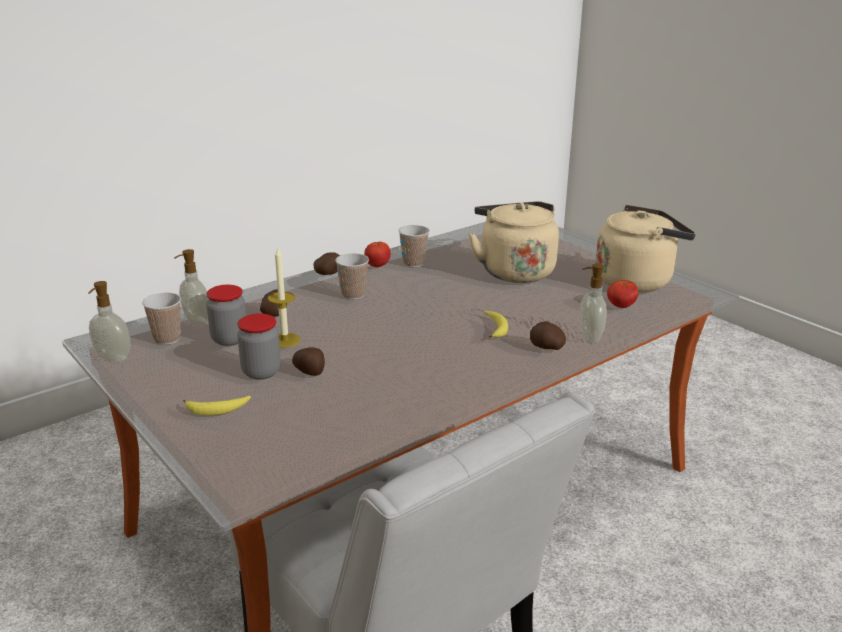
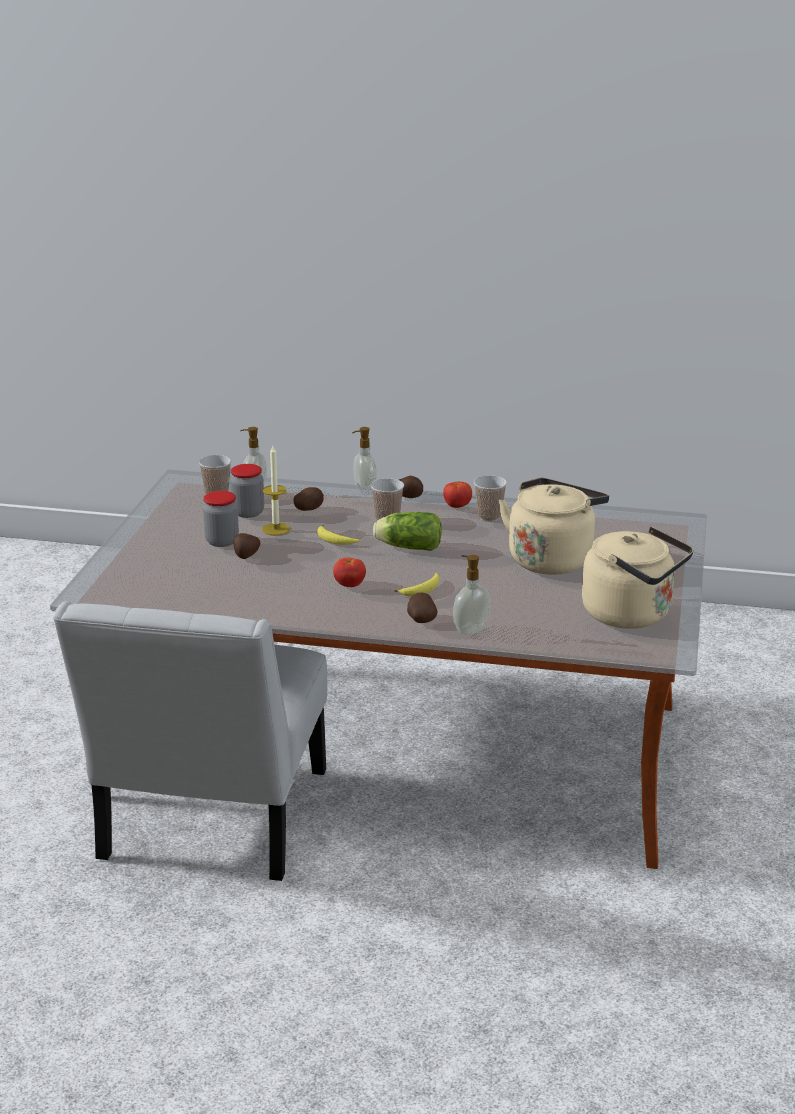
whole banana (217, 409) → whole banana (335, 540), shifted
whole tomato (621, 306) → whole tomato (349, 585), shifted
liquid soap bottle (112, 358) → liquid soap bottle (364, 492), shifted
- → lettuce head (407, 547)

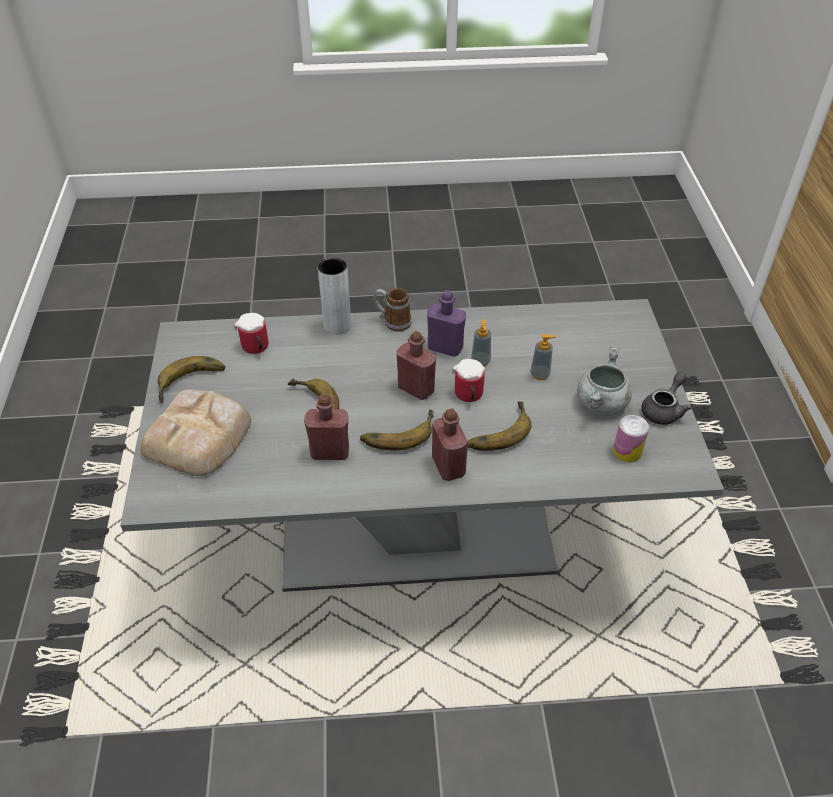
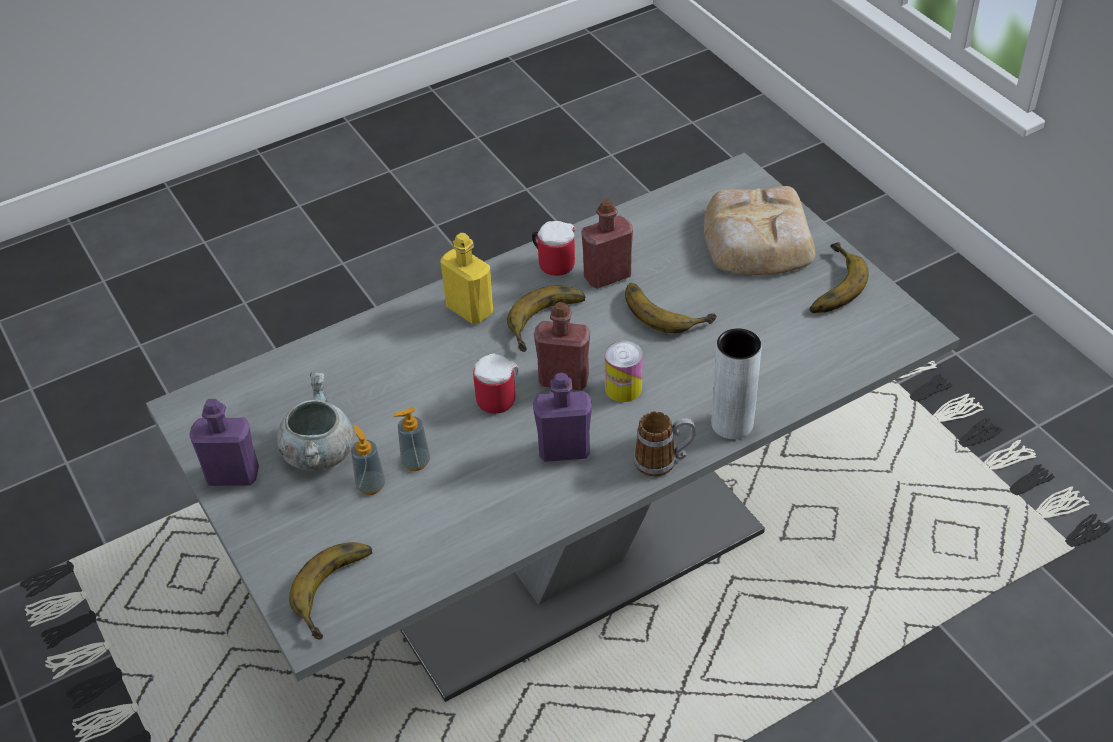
grey teapot (664, 409) → purple beverage bottle (233, 475)
whole banana (496, 430) → whole banana (340, 592), shifted
liquid soap bottle (480, 361) → liquid soap bottle (370, 485), shifted
red-coloured beverage bottle (448, 466) → yellow-coloured beverage bottle (469, 310)
mug (255, 348) → mug (553, 262), shifted
sealed can (627, 451) → sealed can (623, 388), shifted

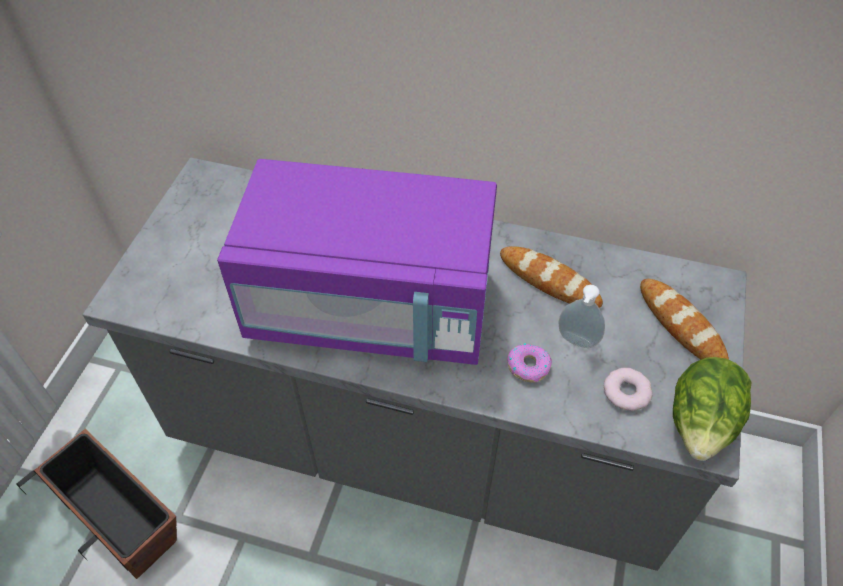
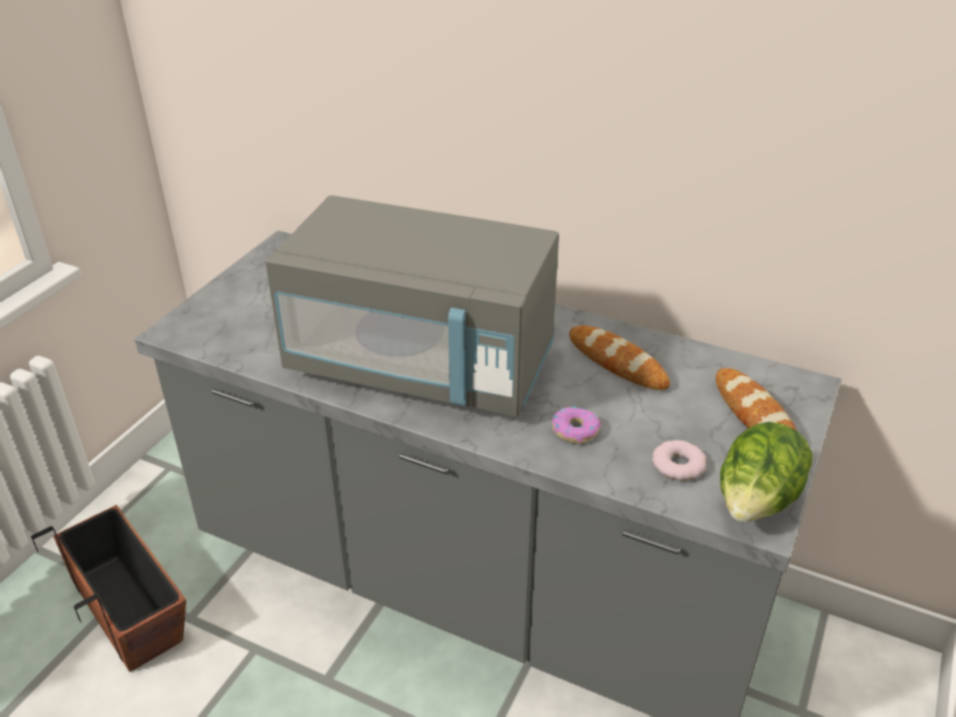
purple microwave (371, 308) → grey microwave (422, 365)
liquid soap bottle (576, 342) → -

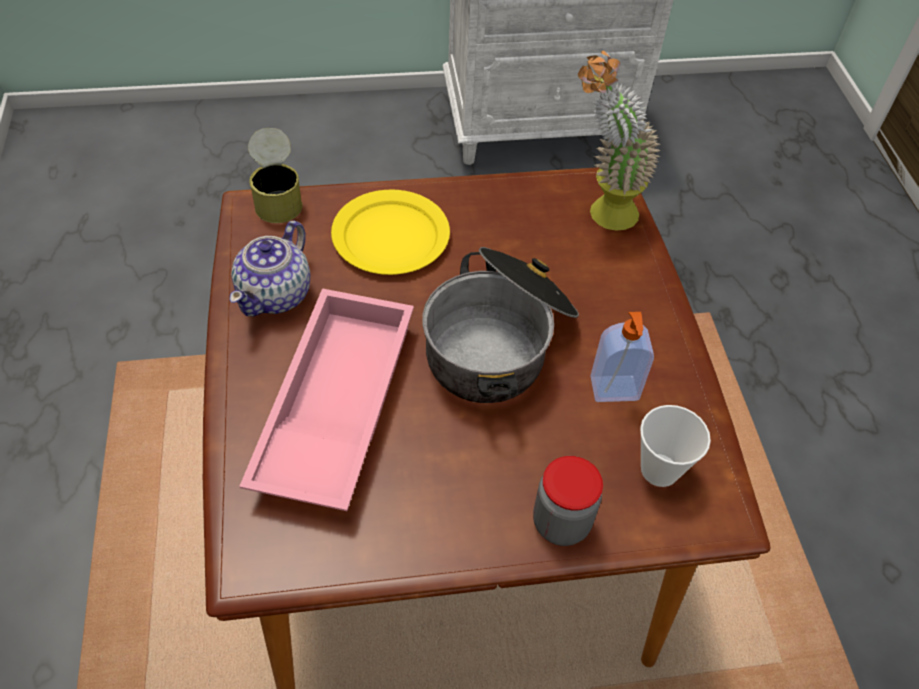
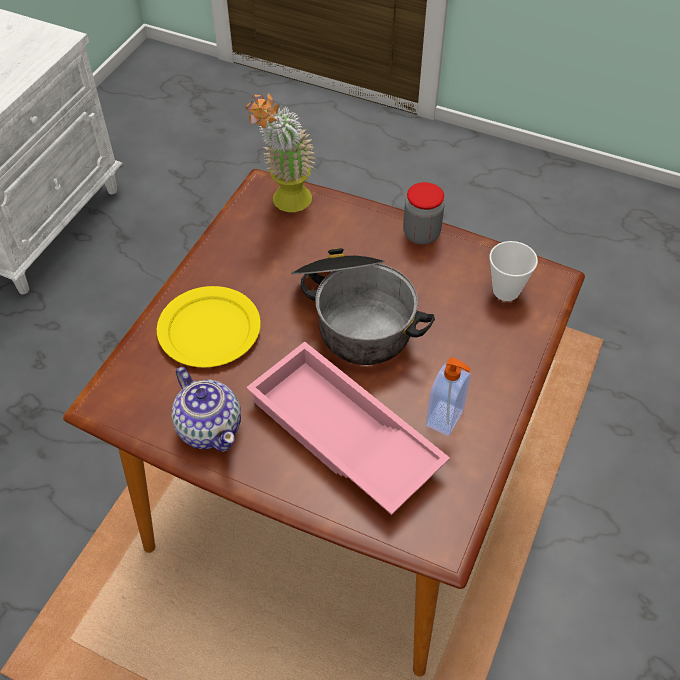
jar (561, 523) → jar (421, 234), shifted
liquid soap bottle (614, 390) → liquid soap bottle (446, 418), shifted
sealed can (277, 196) → -

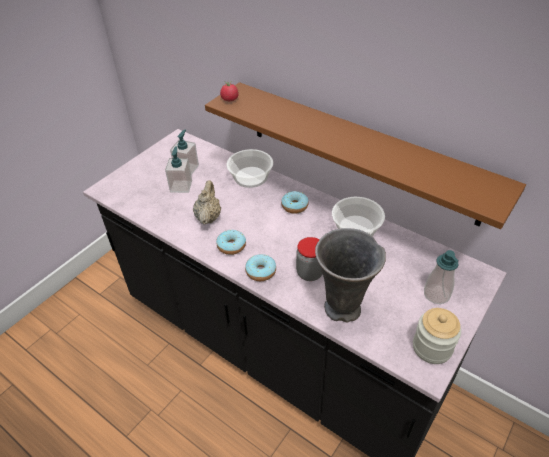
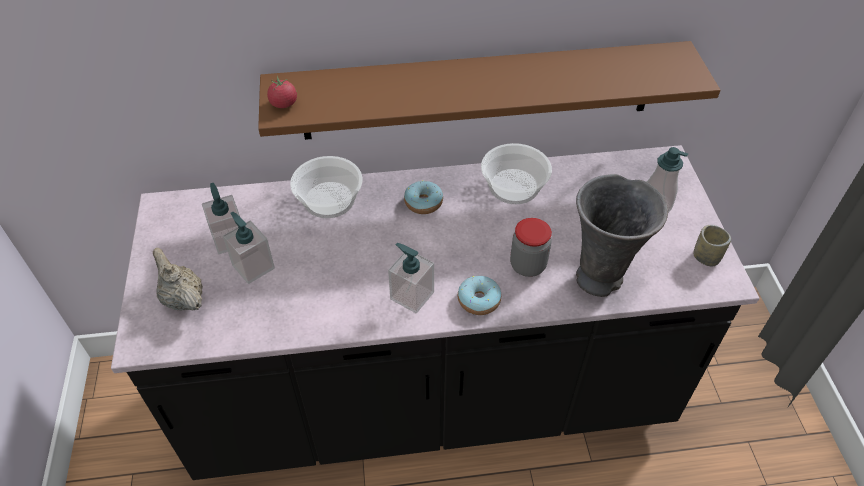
beige teapot (208, 217) → beige teapot (183, 298), shifted
donut (231, 246) → liquid soap bottle (412, 295)
jar (432, 347) → cup (706, 257)

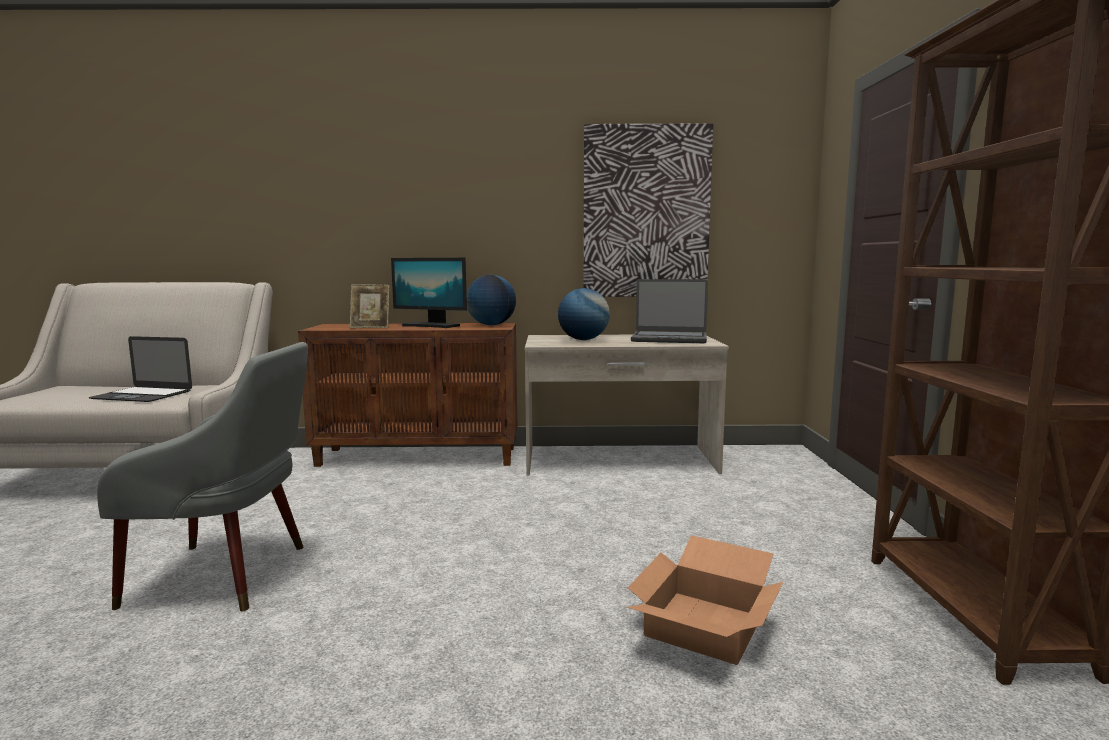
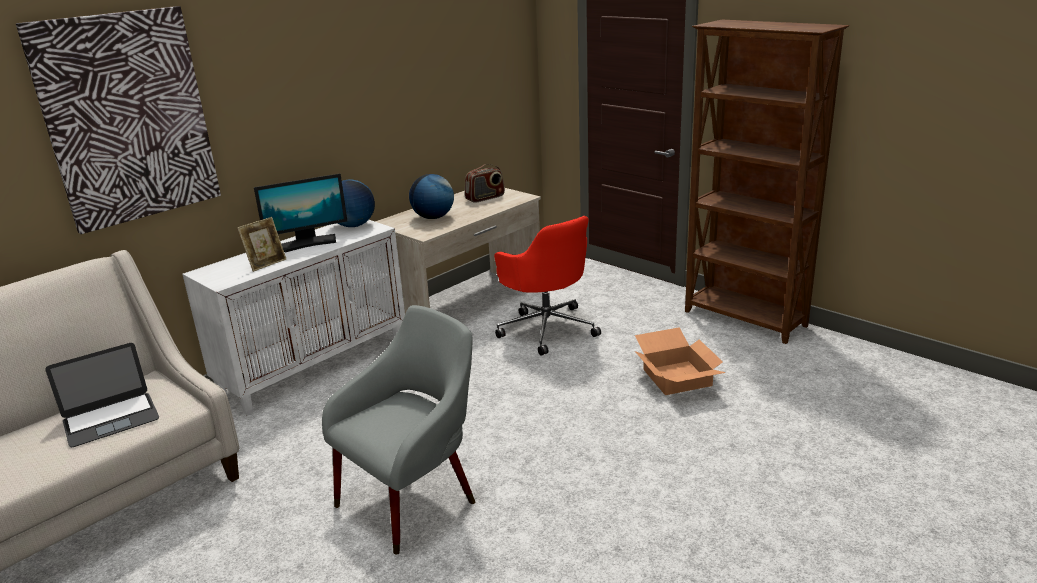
wall picture (646, 212) → wall picture (128, 118), shifted
brownish storage cabinet (419, 456) → white storage cabinet (315, 365)
portable computer (669, 339) → radio receiver (485, 198)
- → red-coloured computer chair (547, 328)

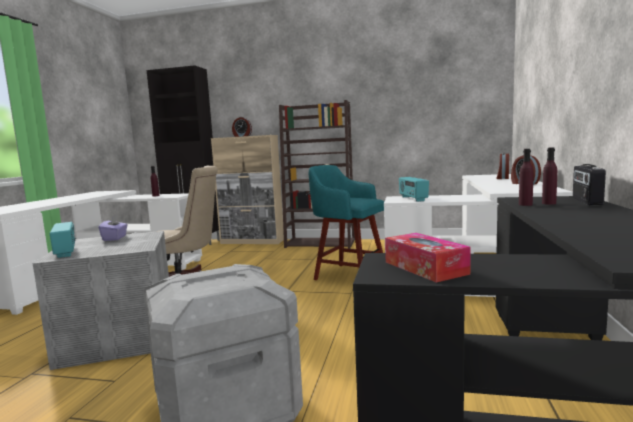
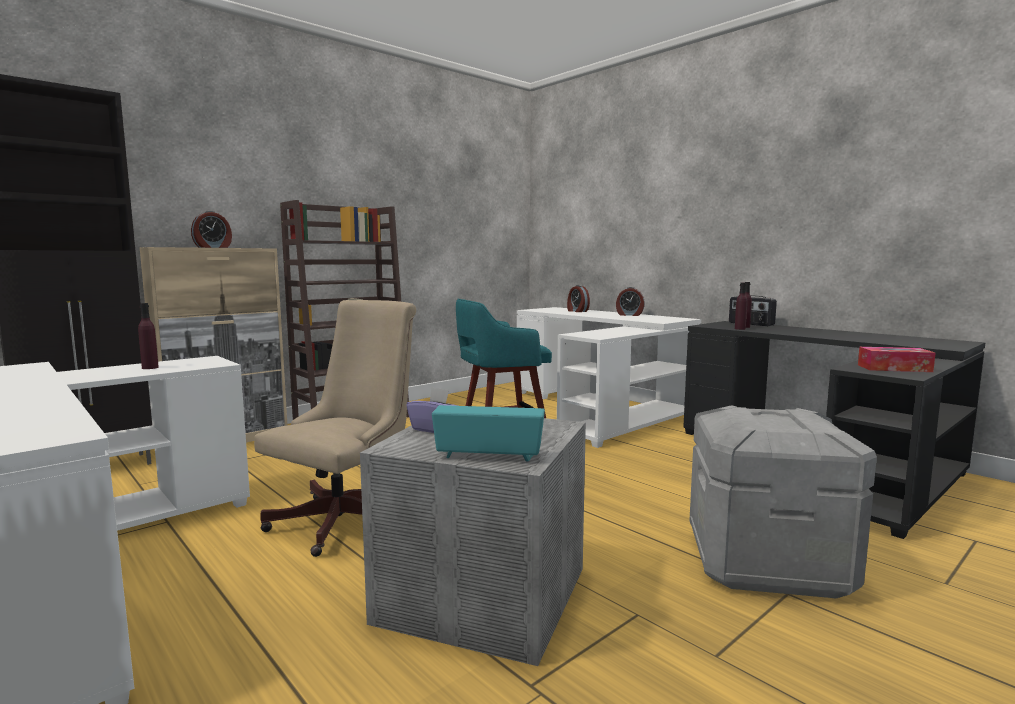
radio receiver (412, 199) → -

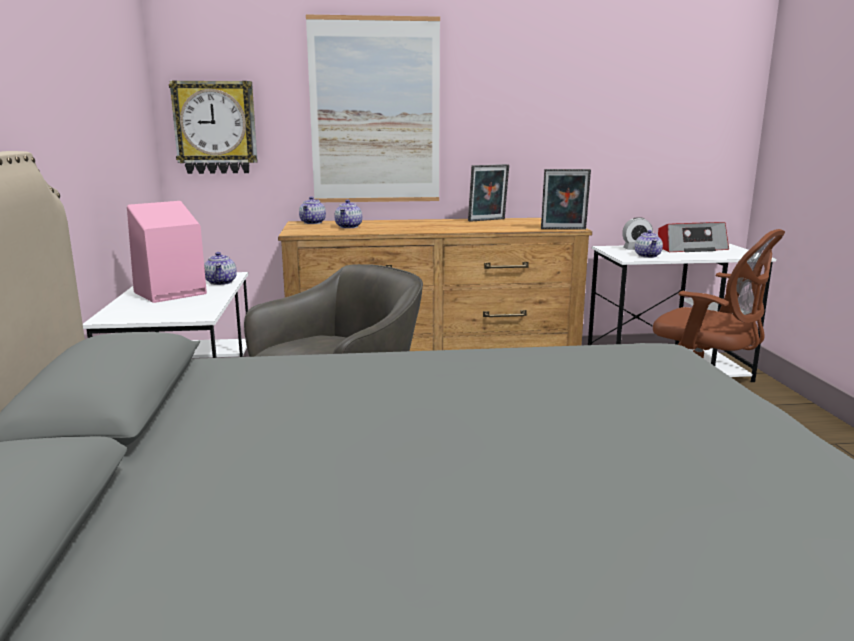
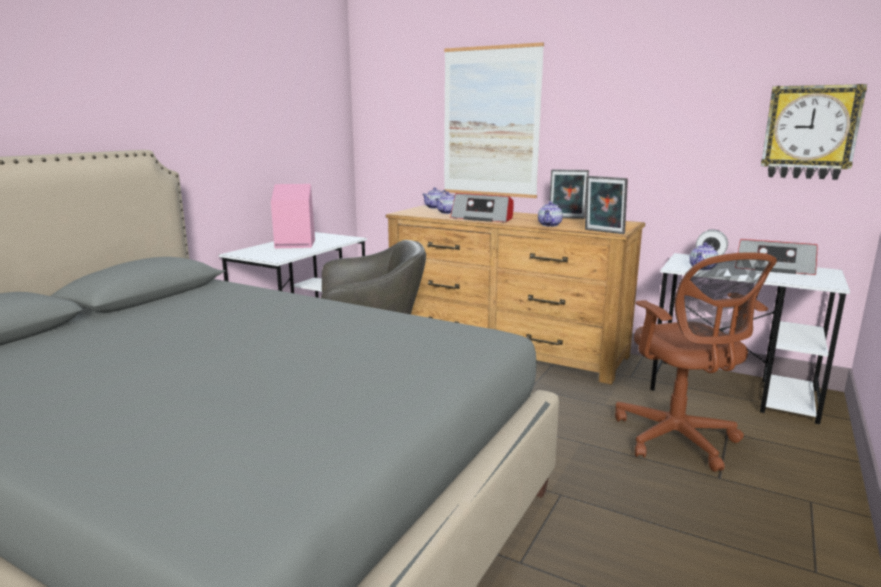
- → radio receiver (483, 218)
teapot (221, 282) → teapot (550, 225), shifted
wall clock (215, 128) → wall clock (810, 132), shifted

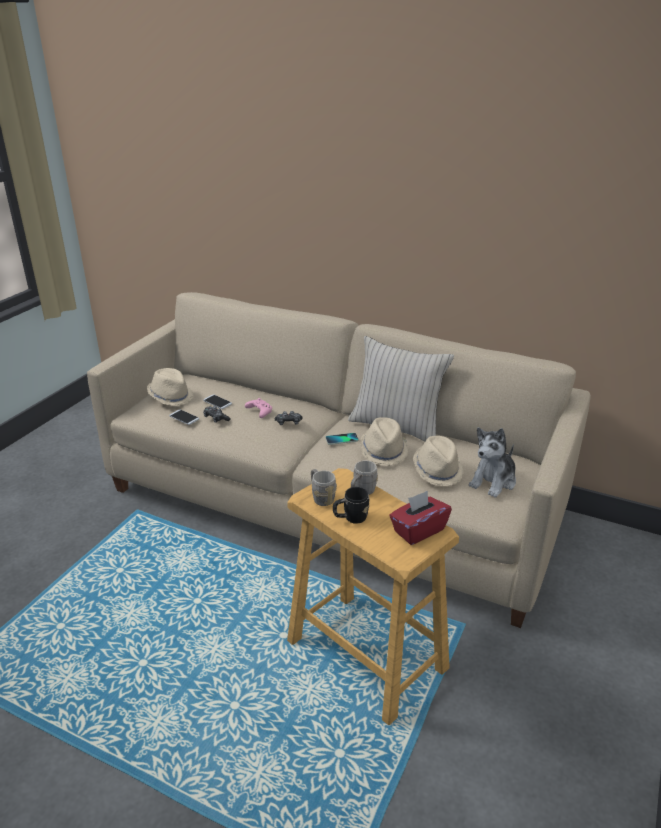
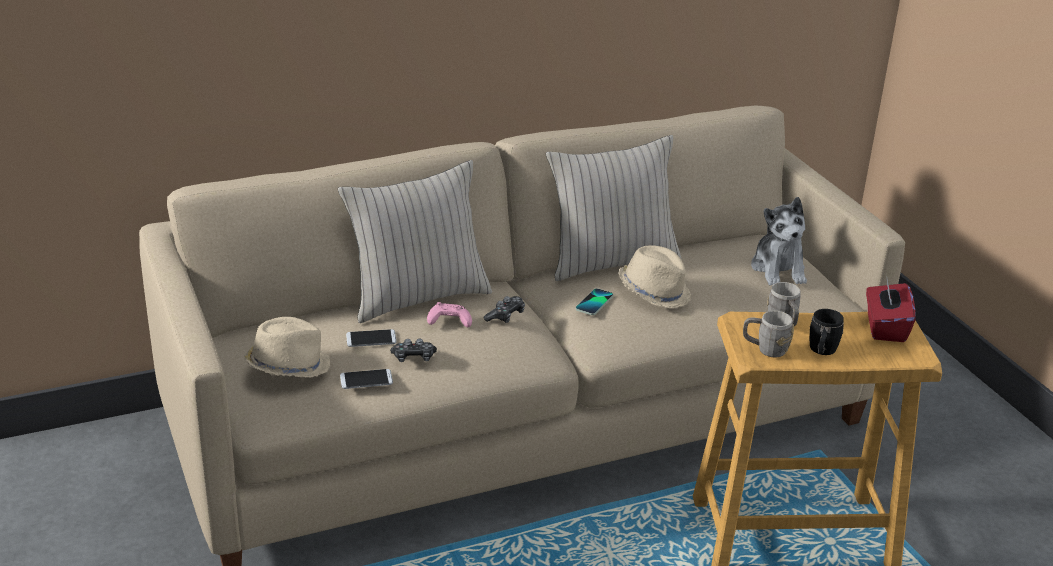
- → beige throw pillow (417, 297)
beige clothing hat (437, 470) → -

